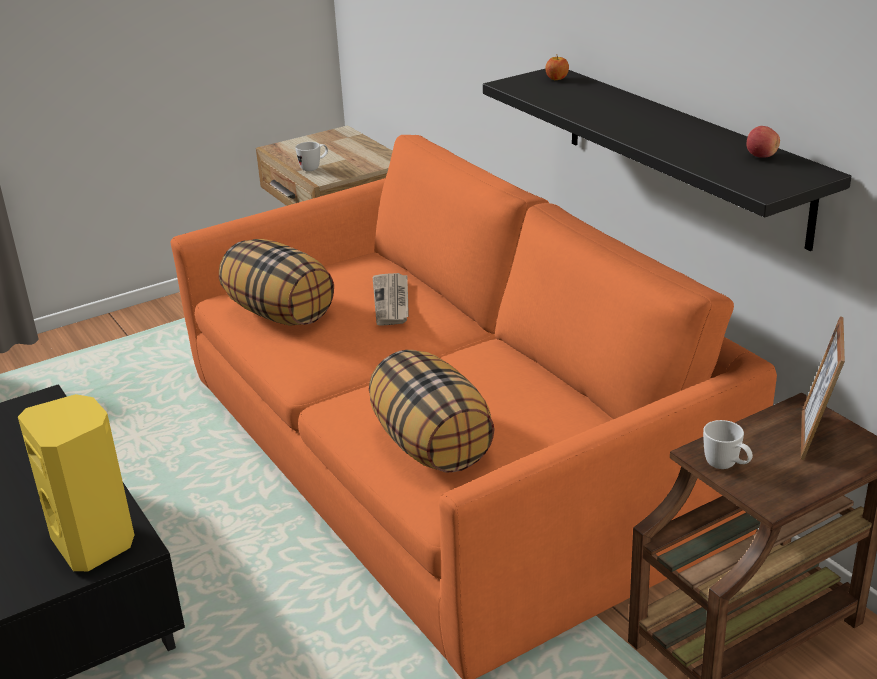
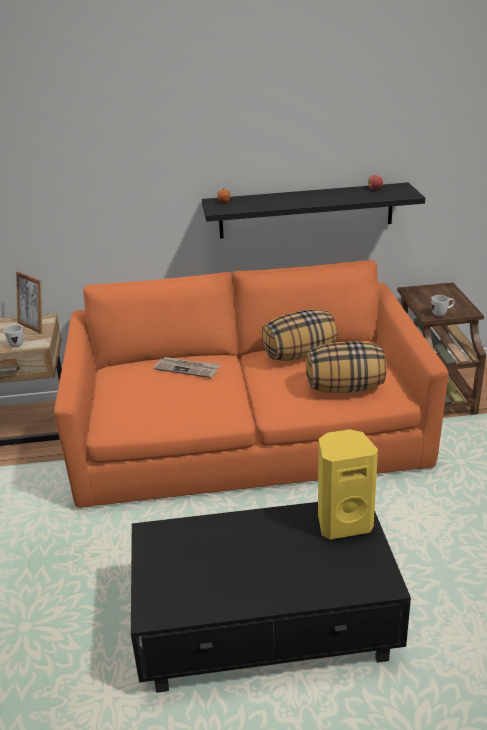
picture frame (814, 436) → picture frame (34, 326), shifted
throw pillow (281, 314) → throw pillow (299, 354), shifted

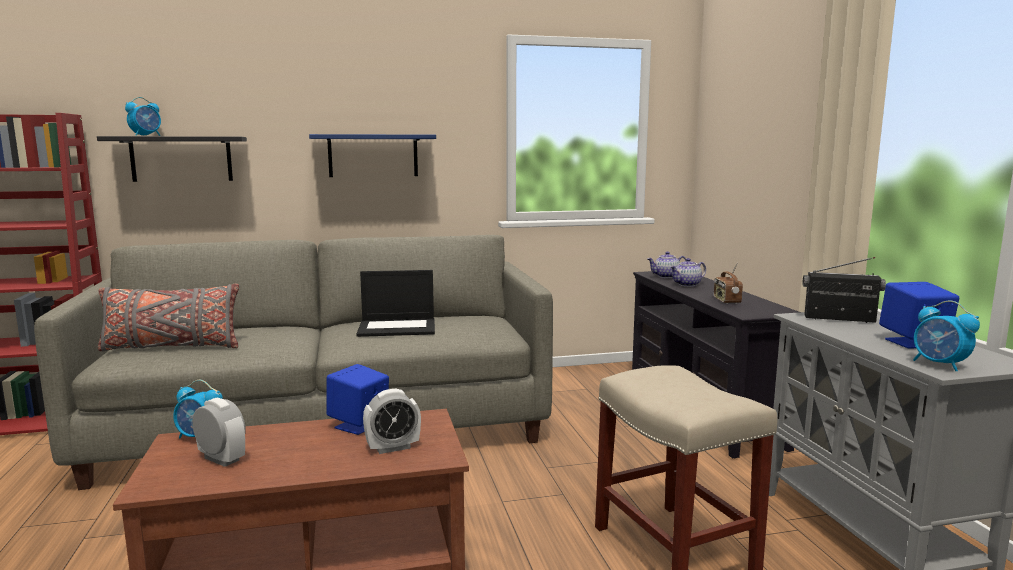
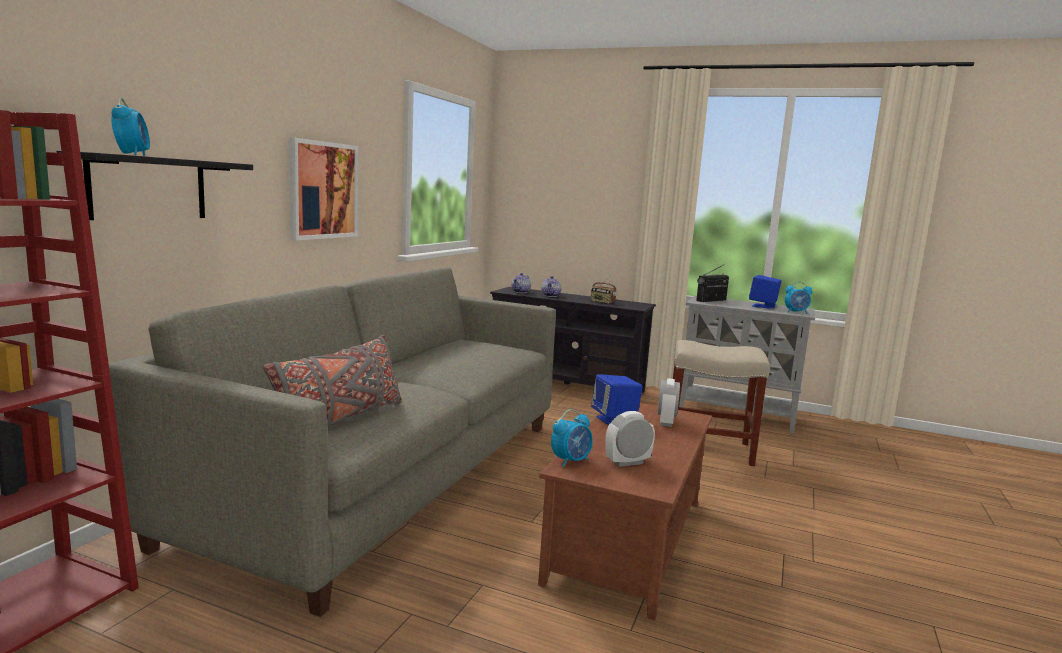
bluish shelf (373, 155) → wall picture (323, 190)
portable computer (398, 328) → -

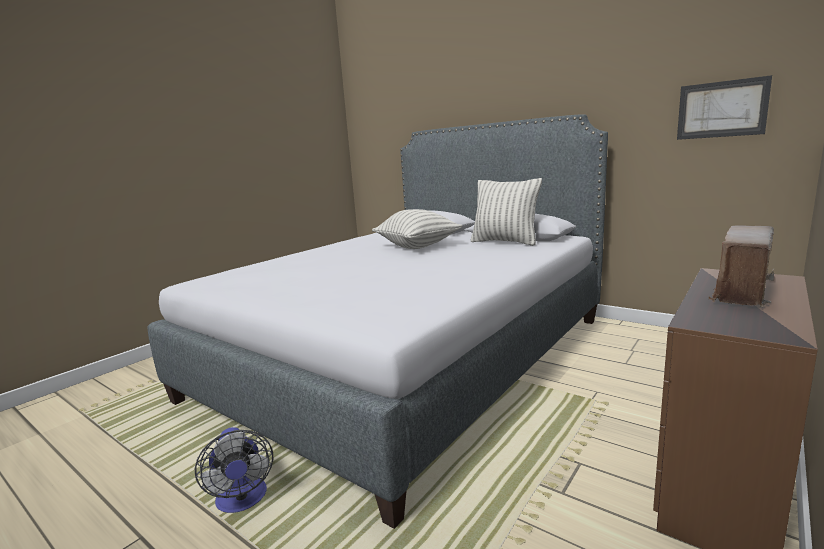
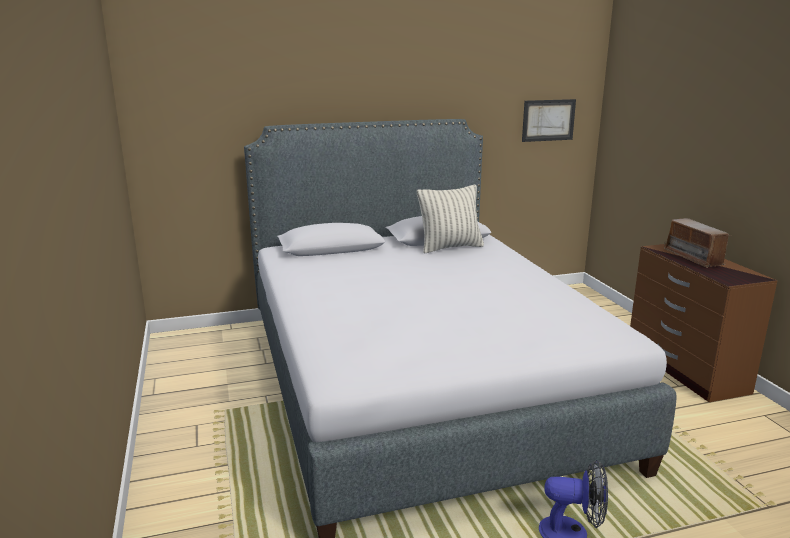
throw pillow (417, 246) → -

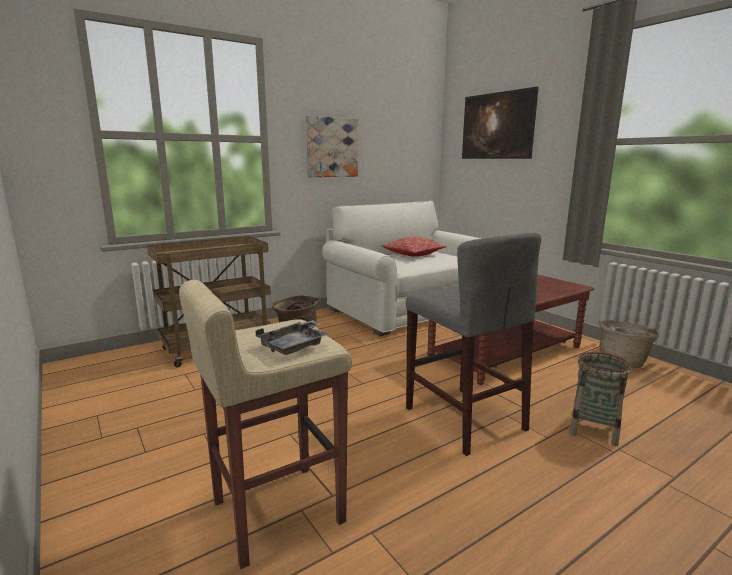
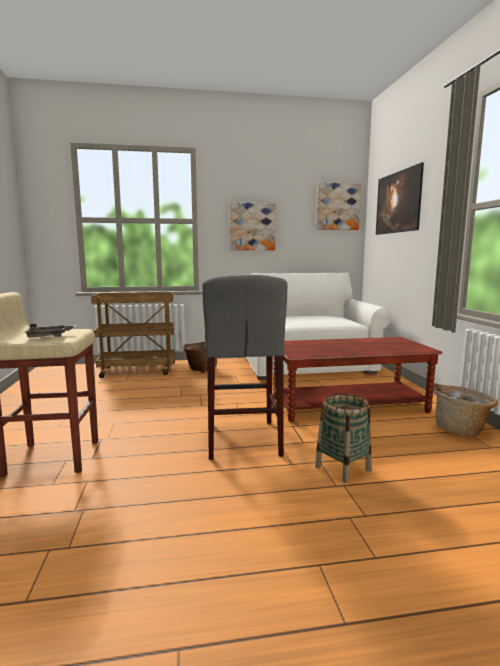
- → wall picture (337, 206)
throw pillow (413, 254) → -

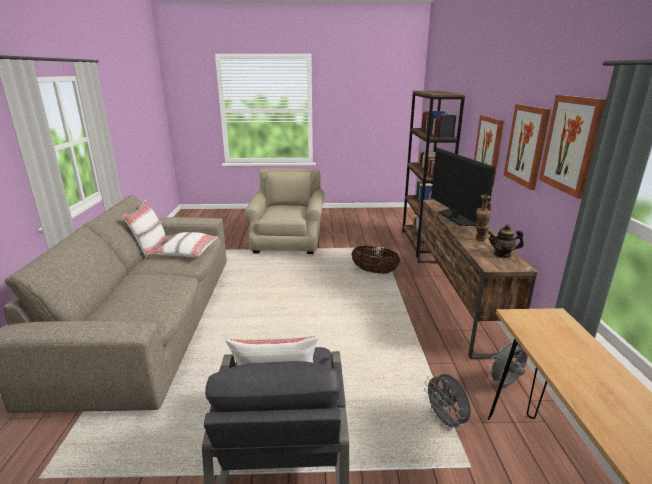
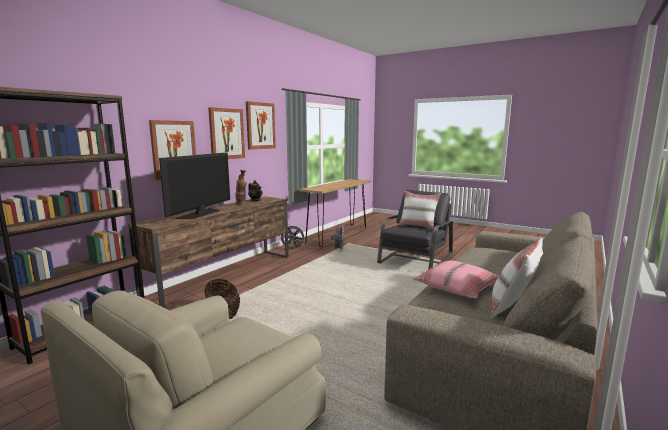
white throw pillow (187, 251) → pinkish throw pillow (457, 287)

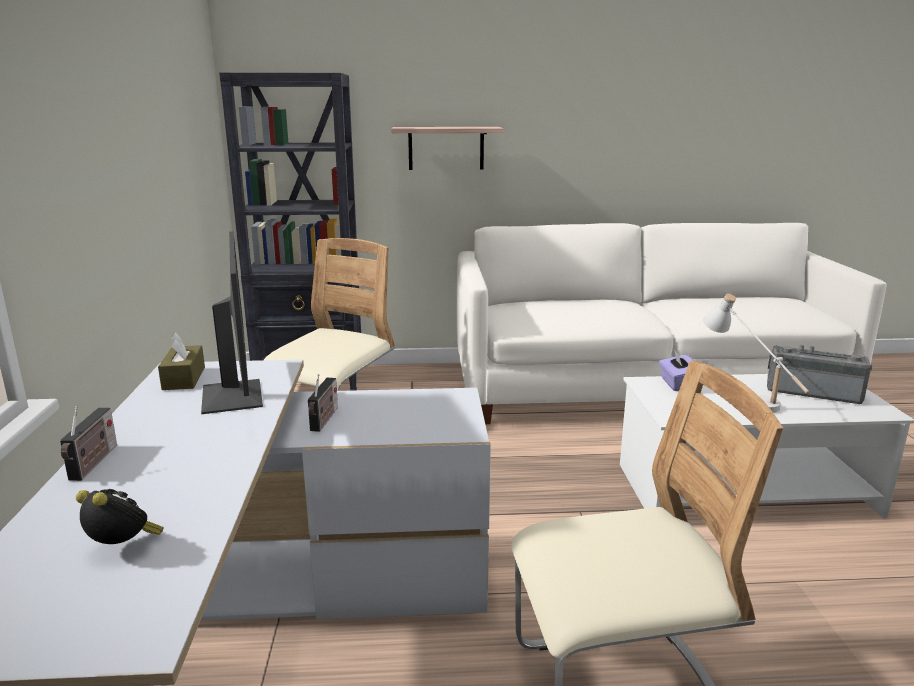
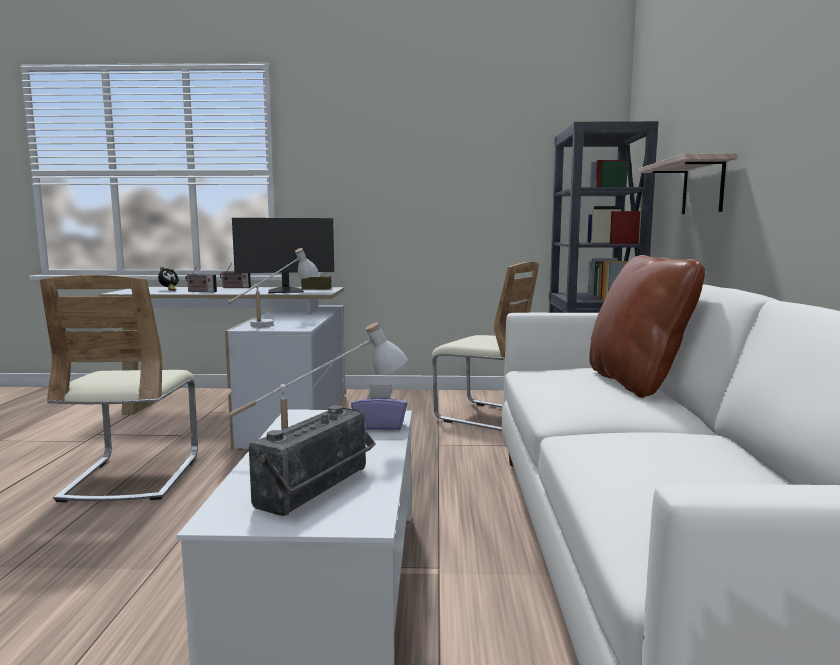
radio receiver (324, 420) → radio receiver (200, 291), shifted
- → white tabletop lamp (276, 323)
- → brownish throw pillow (636, 383)

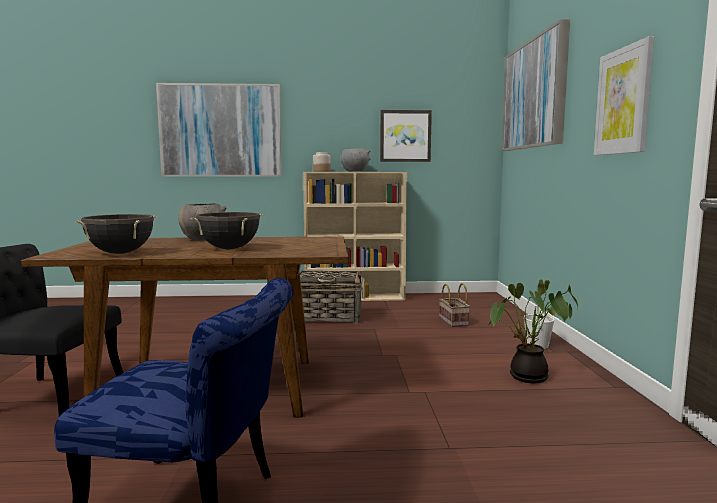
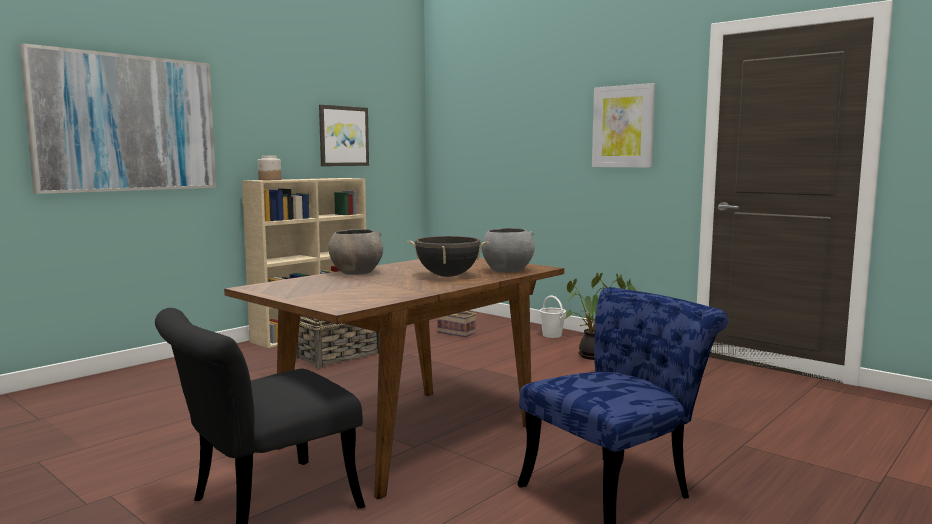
grey serving bowl (355, 171) → grey serving bowl (507, 270), shifted
black-coloured saucepot (120, 253) → -
wall picture (535, 94) → -

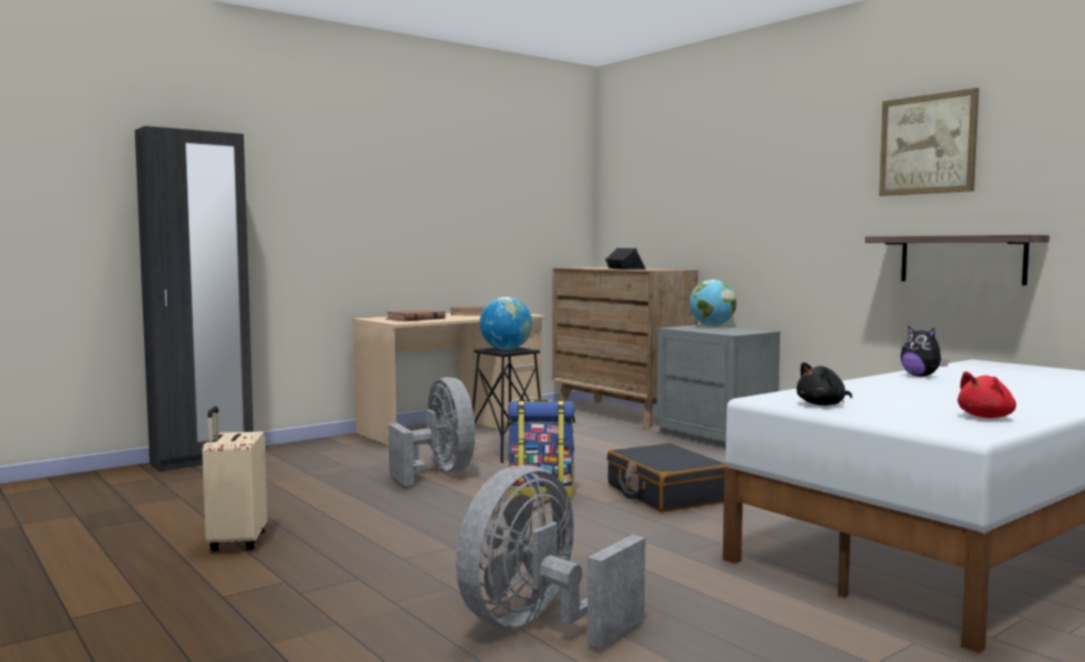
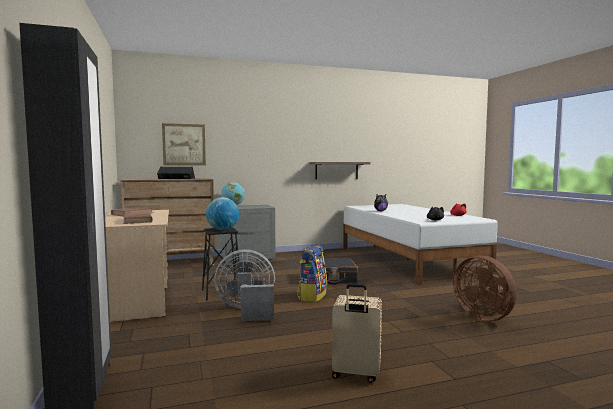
wall picture (927, 144) → wall picture (184, 144), shifted
grey fan (539, 625) → brownish fan (484, 316)

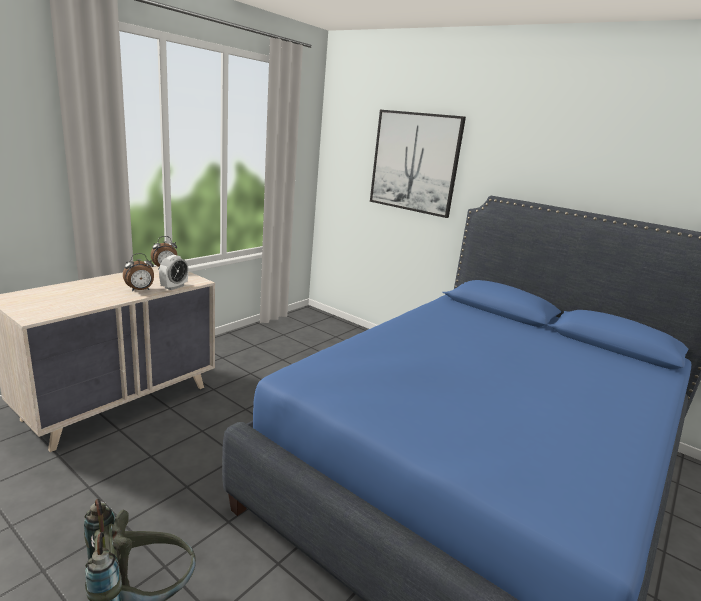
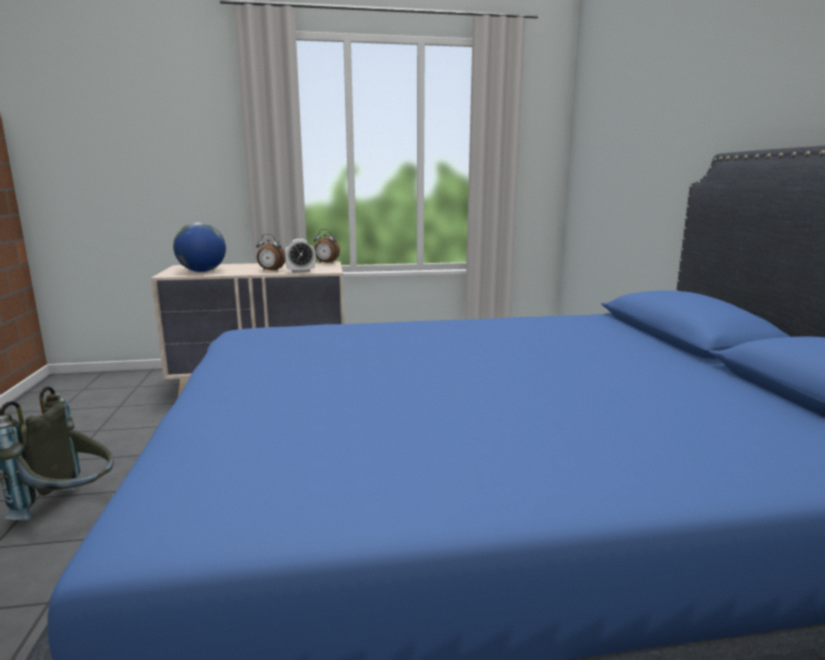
- → world globe (202, 271)
wall picture (414, 162) → -

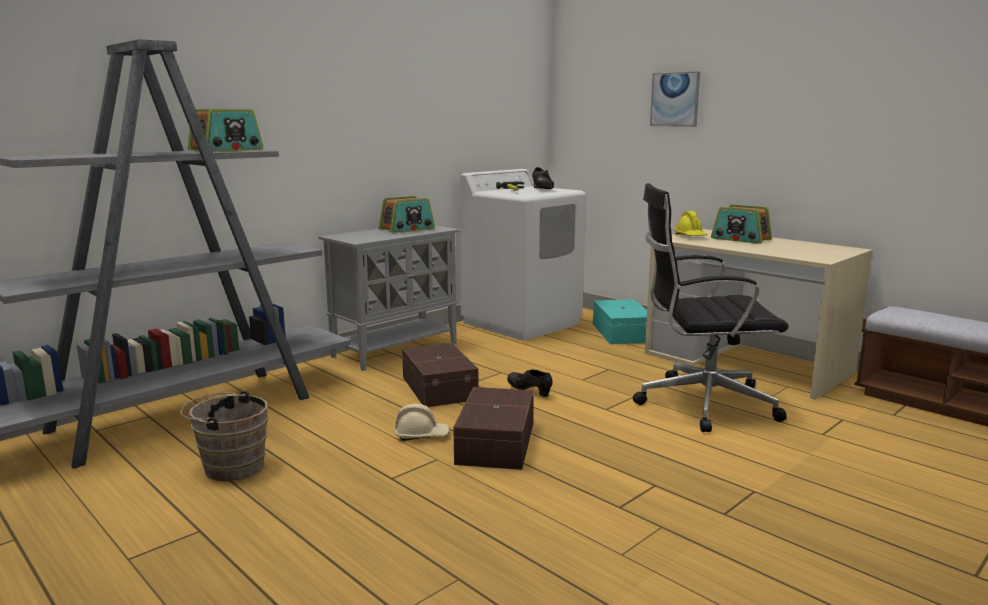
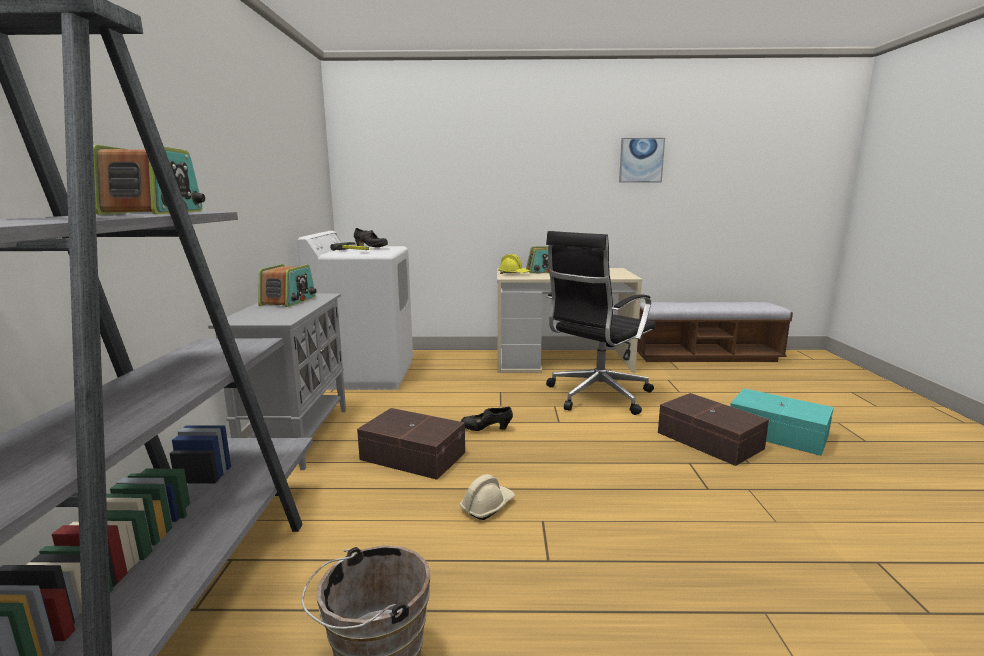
wall picture (675, 99) → wall picture (641, 160), shifted
brownish storage box (494, 443) → brownish storage box (709, 441), shifted
turquoise storage box (622, 332) → turquoise storage box (776, 432), shifted

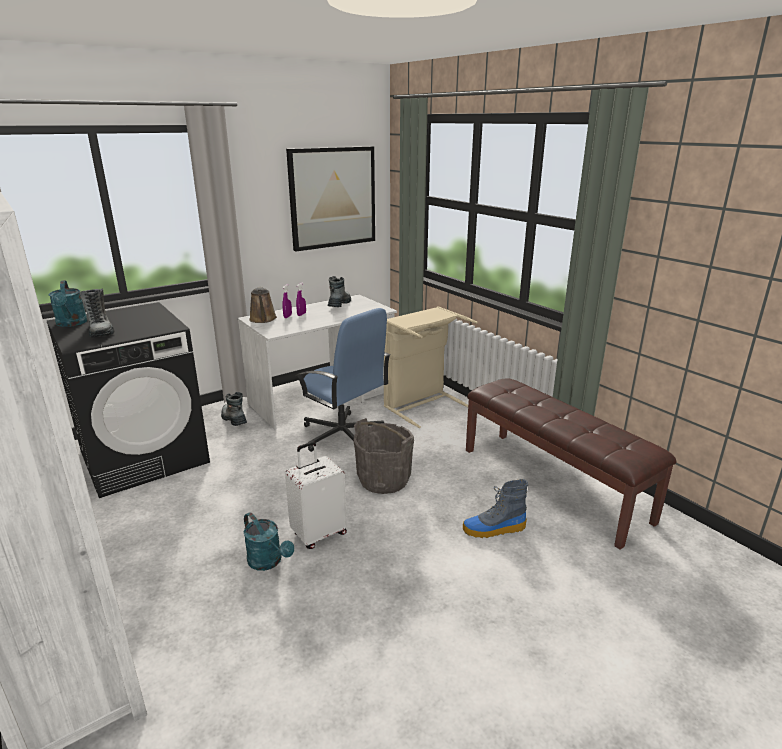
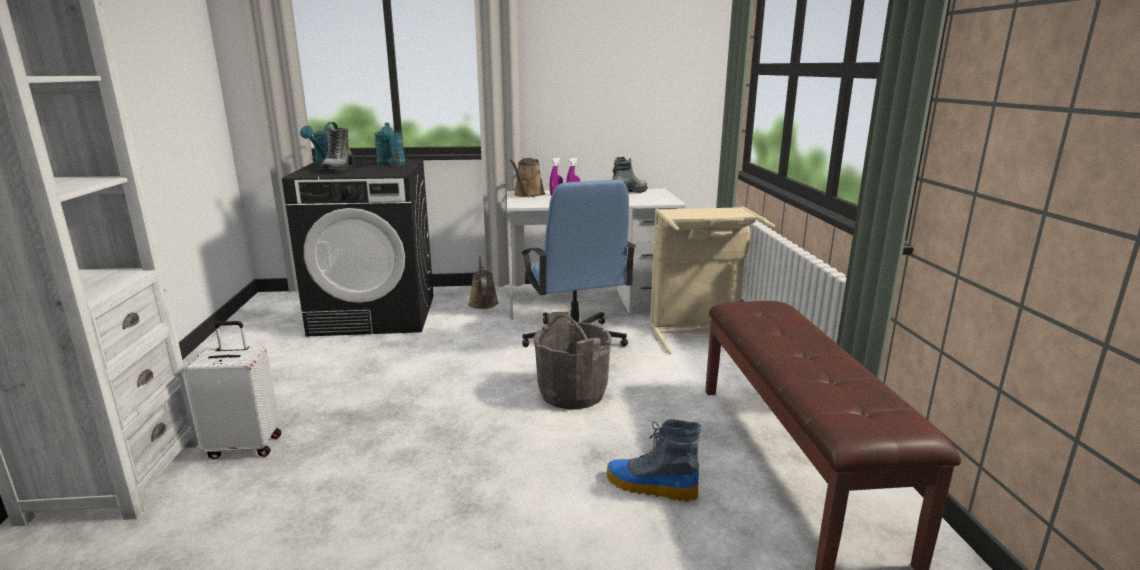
white suitcase (318, 533) → white suitcase (245, 446), shifted
turquoise sprinkling can (268, 562) → turquoise sprinkling can (391, 164), shifted
tall boot (234, 419) → brownish sprinkling can (483, 302)
wall picture (332, 197) → -

